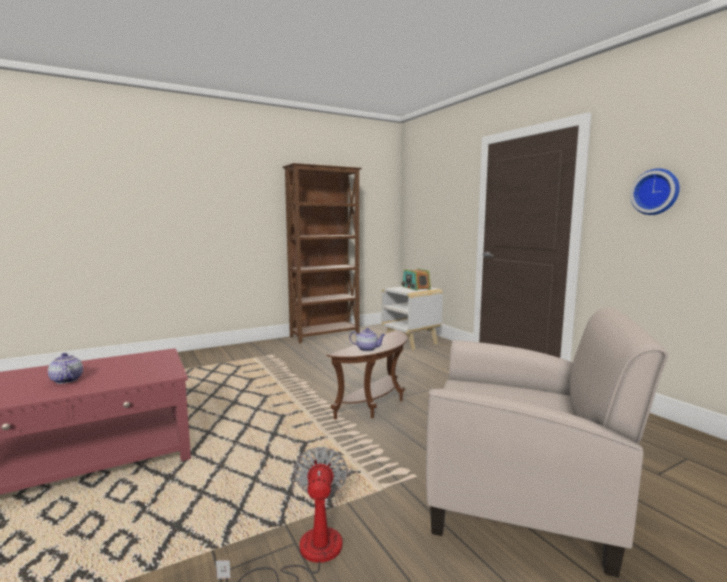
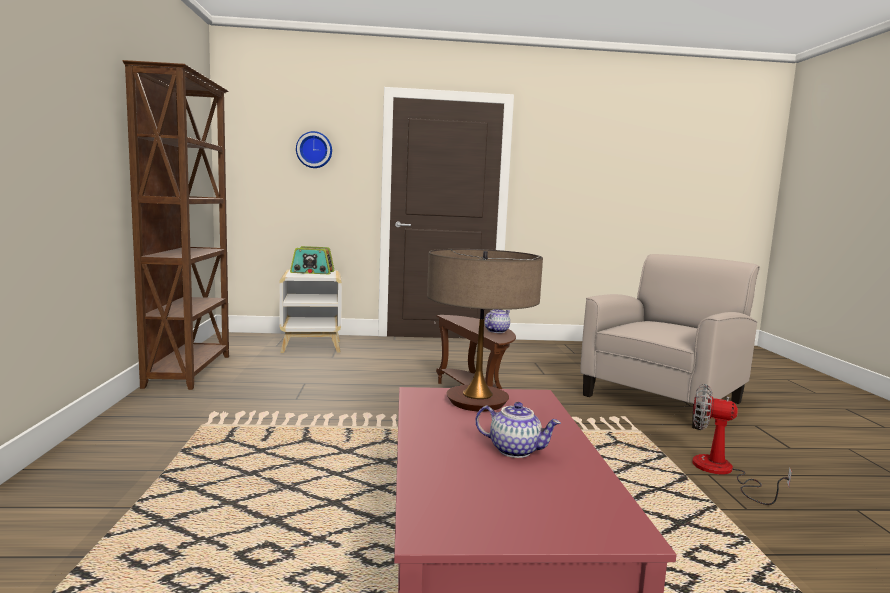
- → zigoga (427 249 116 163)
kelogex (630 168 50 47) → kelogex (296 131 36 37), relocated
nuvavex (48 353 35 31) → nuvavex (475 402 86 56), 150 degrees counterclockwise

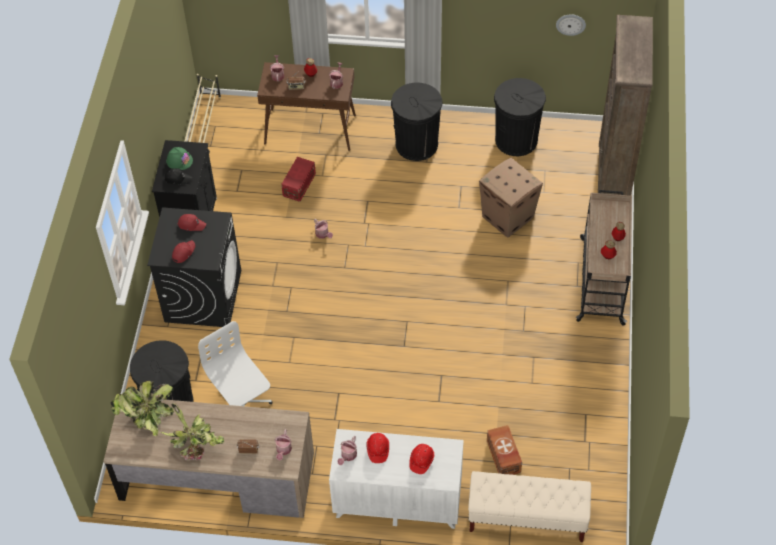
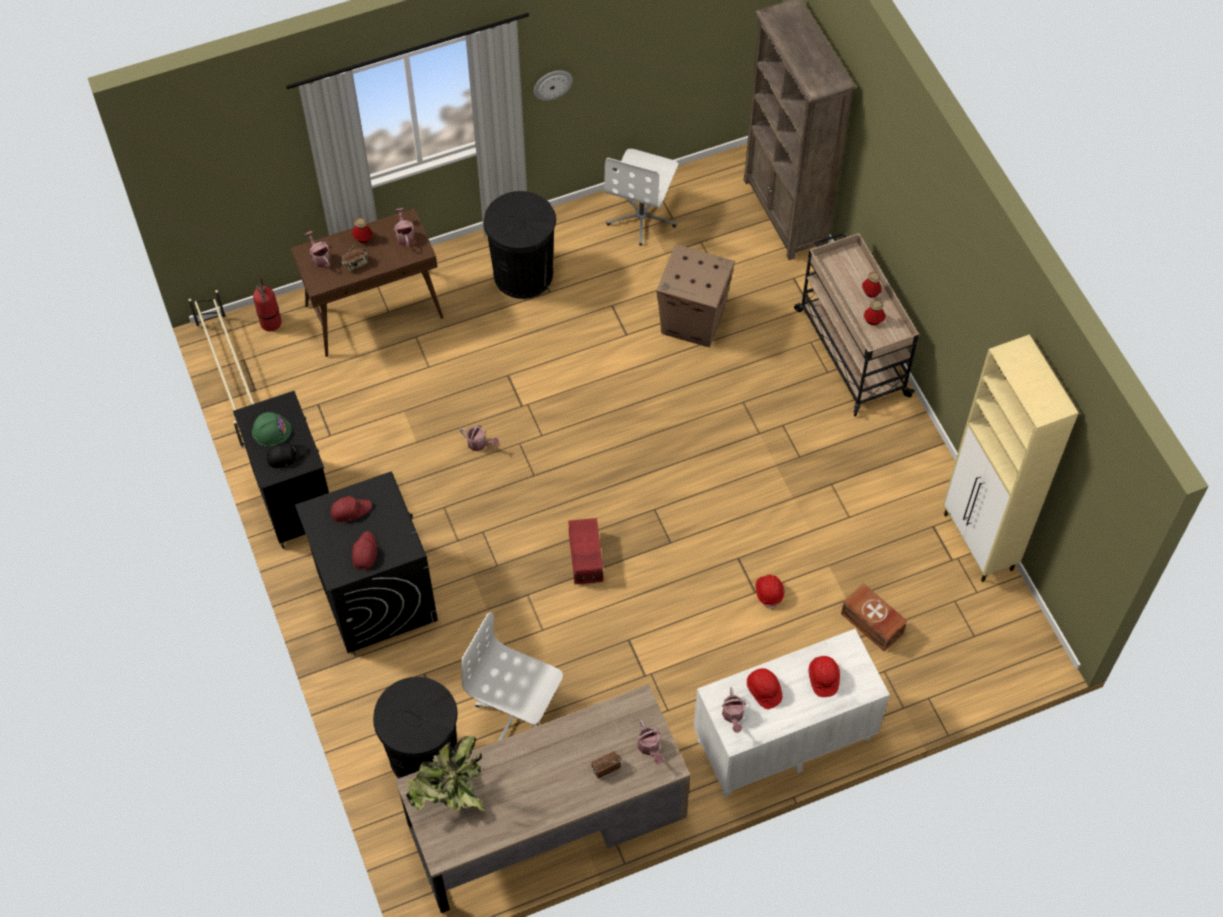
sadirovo (161 403 63 58) → -
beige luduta (468 471 123 71) → -
- → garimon (253 278 28 53)
- → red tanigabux (756 575 28 34)
- → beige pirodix (943 334 135 248)
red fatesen (281 157 35 45) → red fatesen (568 518 35 66), relocated
kelogex (556 14 30 22) → kelogex (534 71 39 30), relocated
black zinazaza (494 78 52 78) → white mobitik (604 149 74 97)

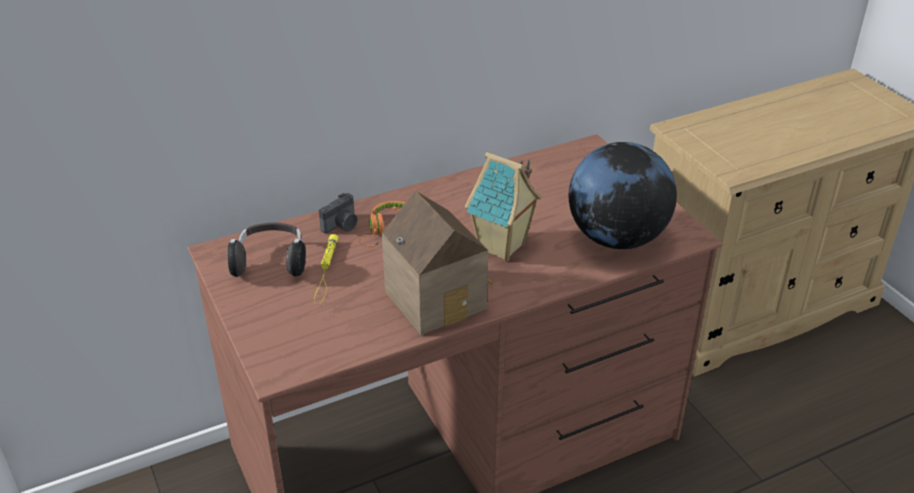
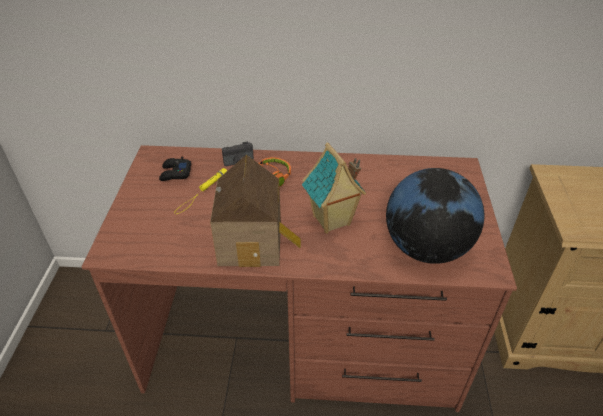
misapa (227 222 79 55) → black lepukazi (159 157 32 24)

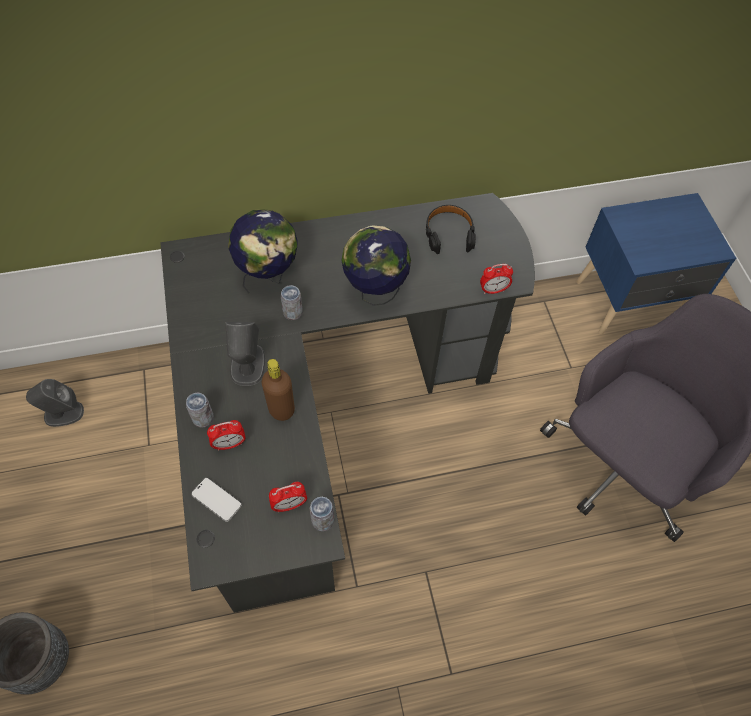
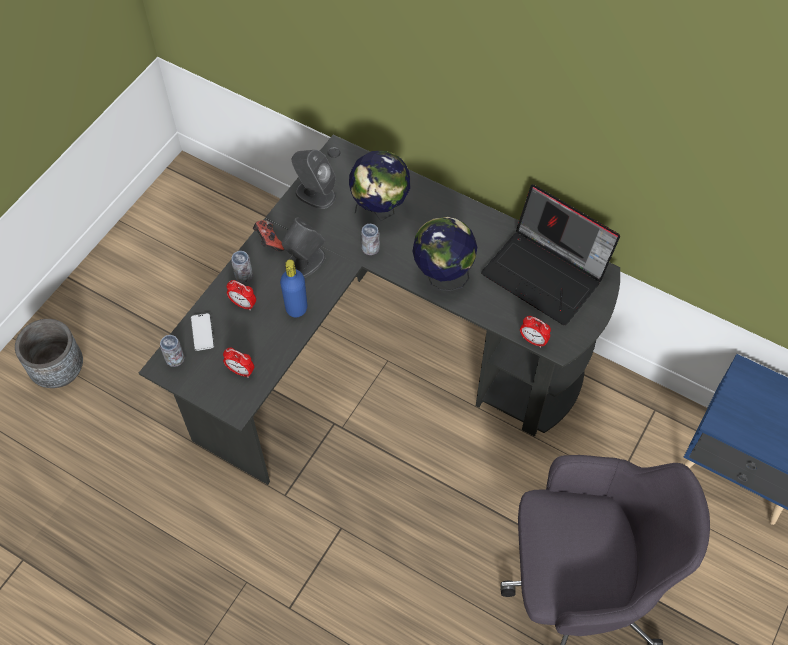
- → lepukazi (253 220 31 31)
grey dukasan (26 379 58 48) → grey dukasan (292 150 44 59), relocated
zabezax (310 497 25 34) → zabezax (160 335 25 32), relocated
black misapa (426 205 50 49) → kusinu (481 185 139 140)
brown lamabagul (262 359 33 62) → blue lamabagul (280 259 27 58)

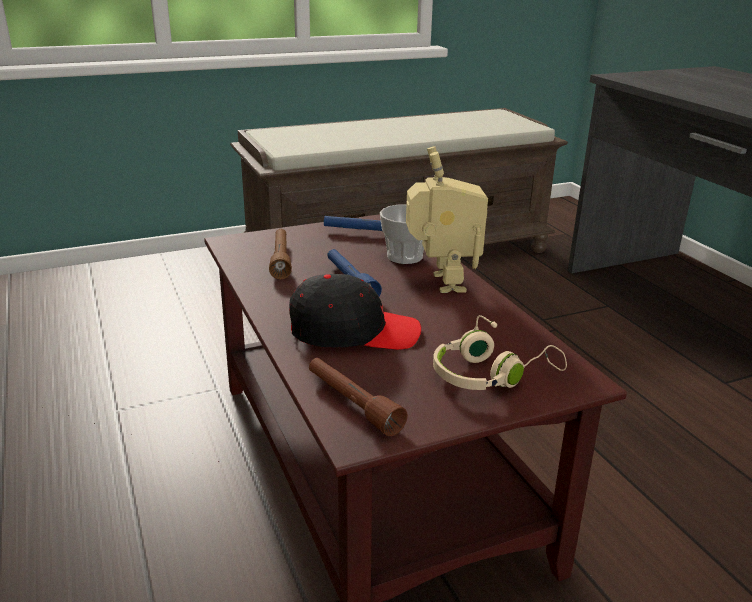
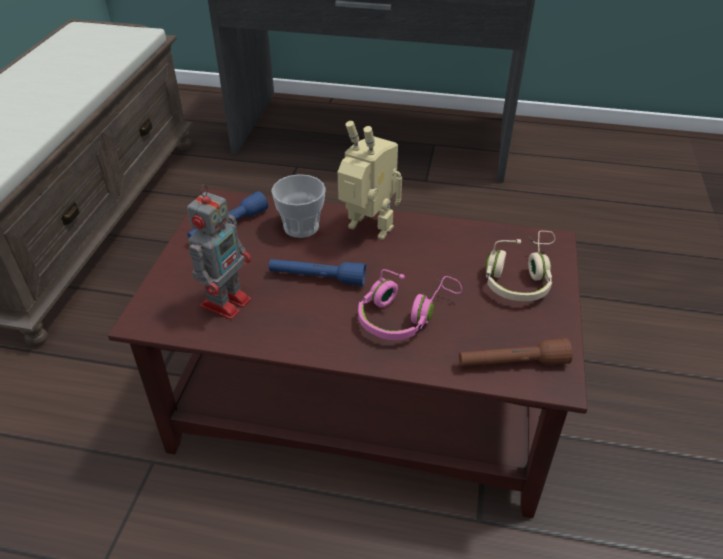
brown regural (269 229 23 50) → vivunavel (187 184 64 136)
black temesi (289 274 132 76) → pink misapa (358 269 104 71)

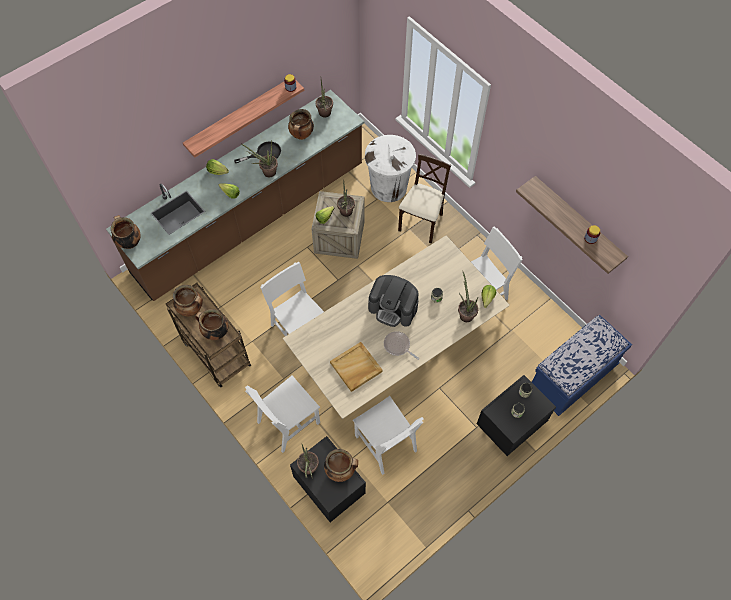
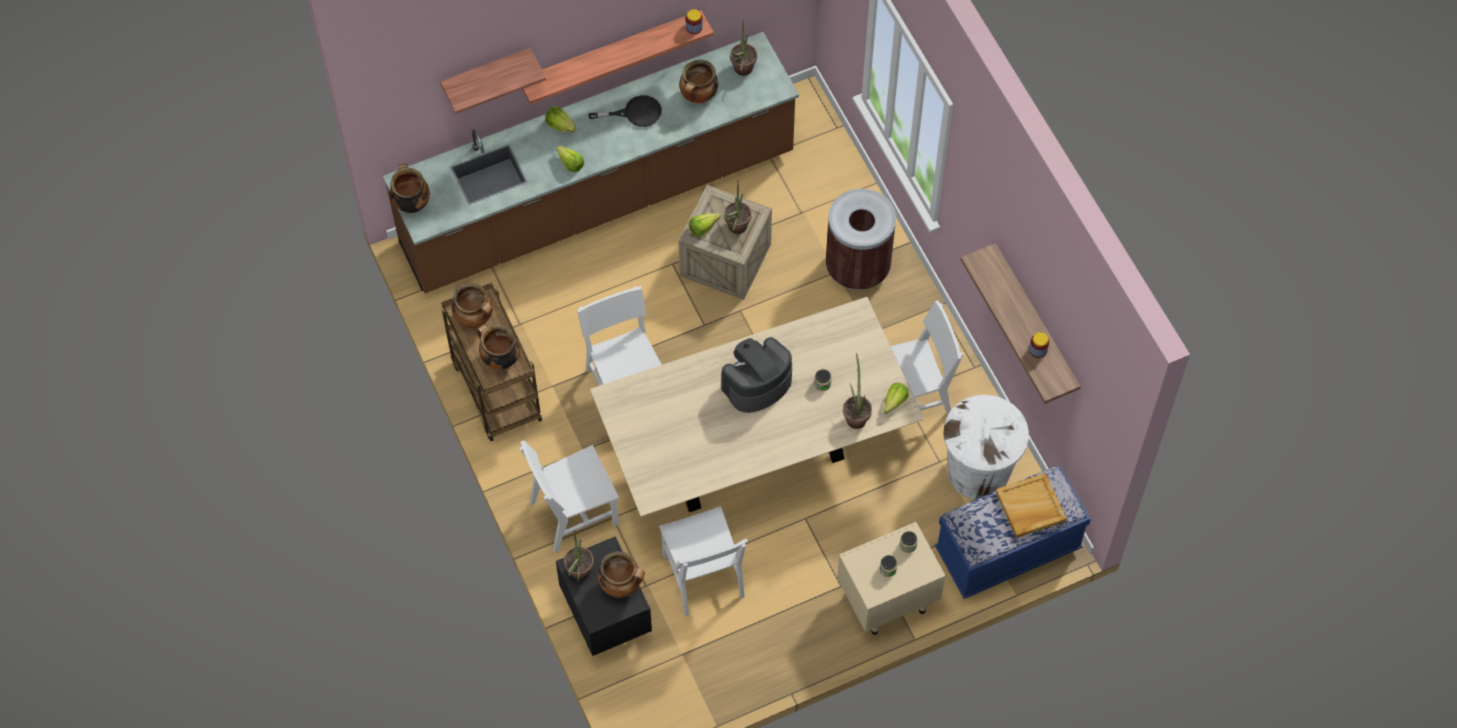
sadirovo (242 141 36 36) → -
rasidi (384 331 35 29) → -
- → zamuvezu (440 48 106 66)
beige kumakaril (330 342 52 50) → beige kumakaril (996 473 71 65), relocated
white zinazaza (365 135 51 67) → white zinazaza (943 395 86 105), relocated
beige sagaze (398 154 53 89) → brown zinazaza (826 189 70 101)
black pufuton (477 375 79 81) → beige pufuton (837 522 109 113)
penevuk (368 275 51 52) → penevuk (721 337 71 76), 105 degrees clockwise

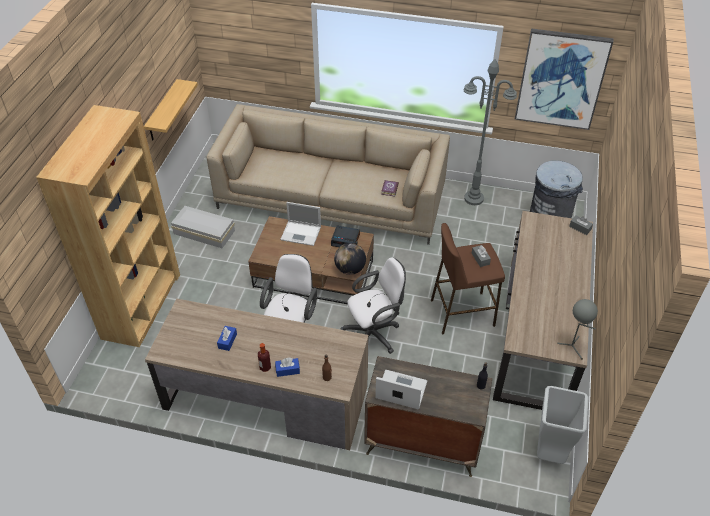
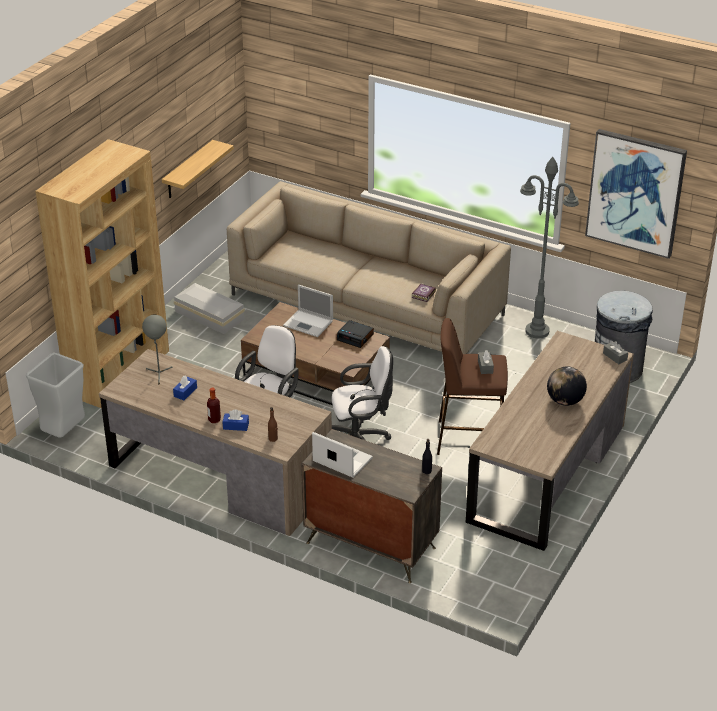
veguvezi (334 243 32 32) → veguvezi (547 366 40 40), relocated
grey zinazaza (537 386 51 78) → grey zinazaza (26 353 59 85), relocated
grey zigoga (557 299 41 61) → grey zigoga (142 315 31 69), relocated

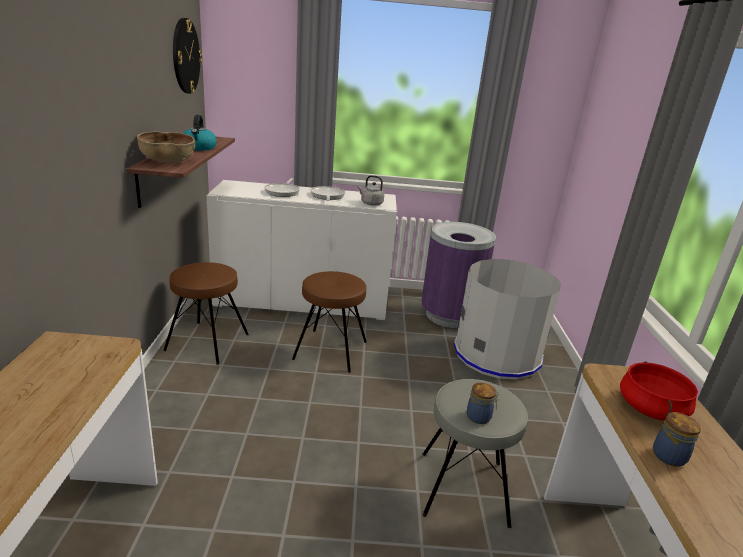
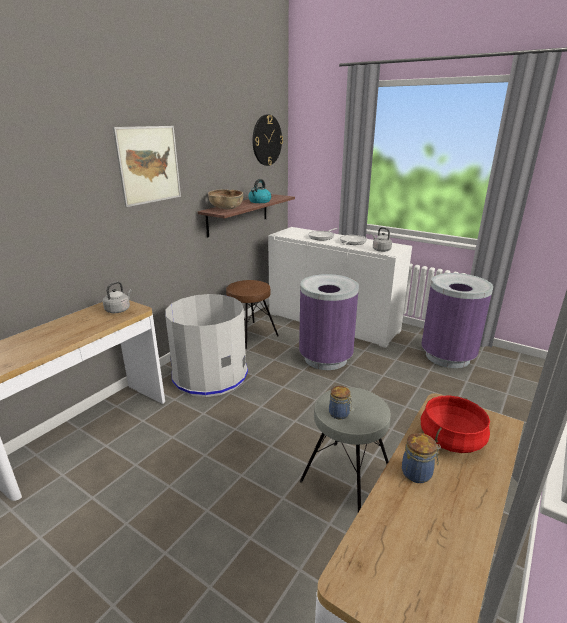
- → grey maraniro (103 281 29 32)
- → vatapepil (113 126 68 81)
grey zinazaza (454 259 107 121) → grey zinazaza (165 294 83 103), relocated
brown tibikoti (292 271 75 102) → purple zinazaza (299 274 60 96)

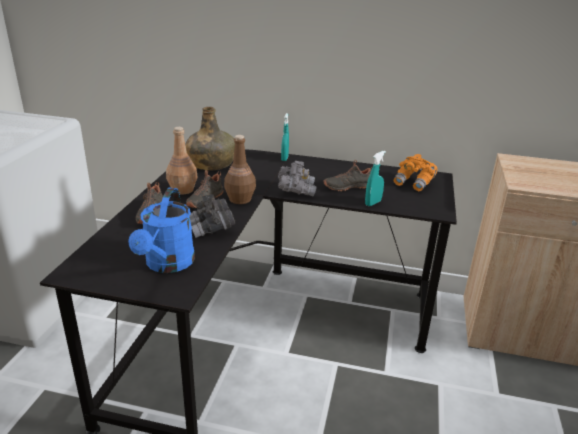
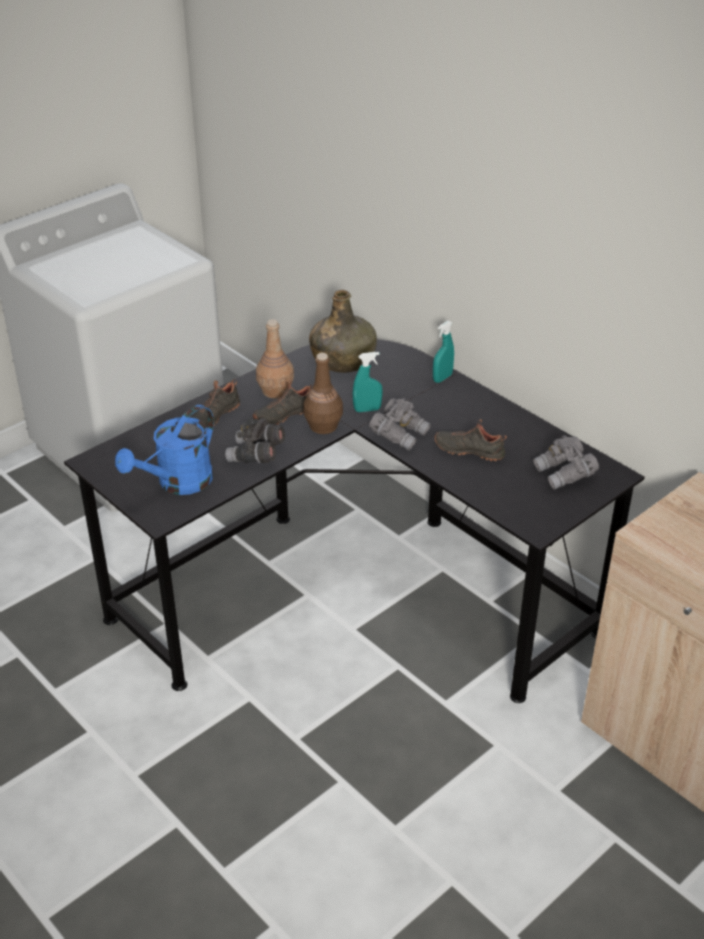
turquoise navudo (365 151 21 55) → turquoise navudo (353 352 30 60), relocated
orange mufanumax (393 154 45 37) → grey mufanumax (533 435 66 55)

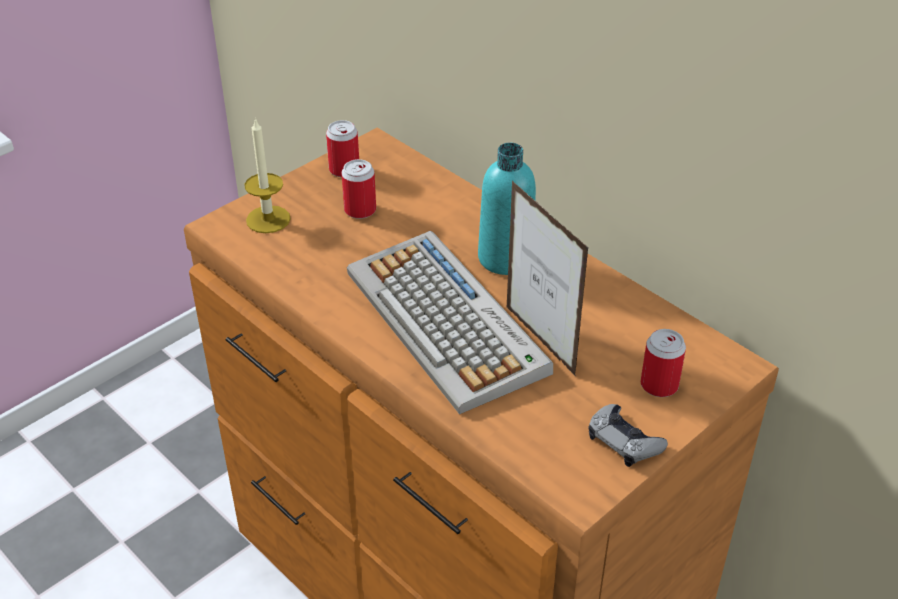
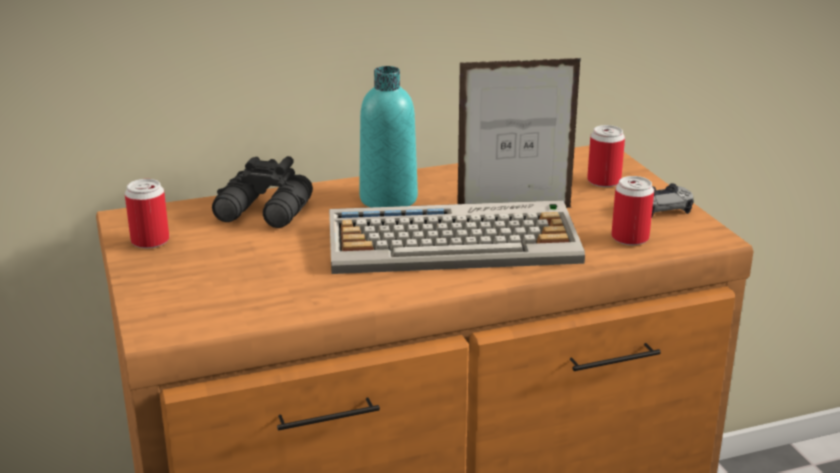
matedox (244 118 47 115) → -
- → black mufanumax (212 156 101 72)
zabezax (342 159 34 60) → zabezax (611 176 43 69), relocated

